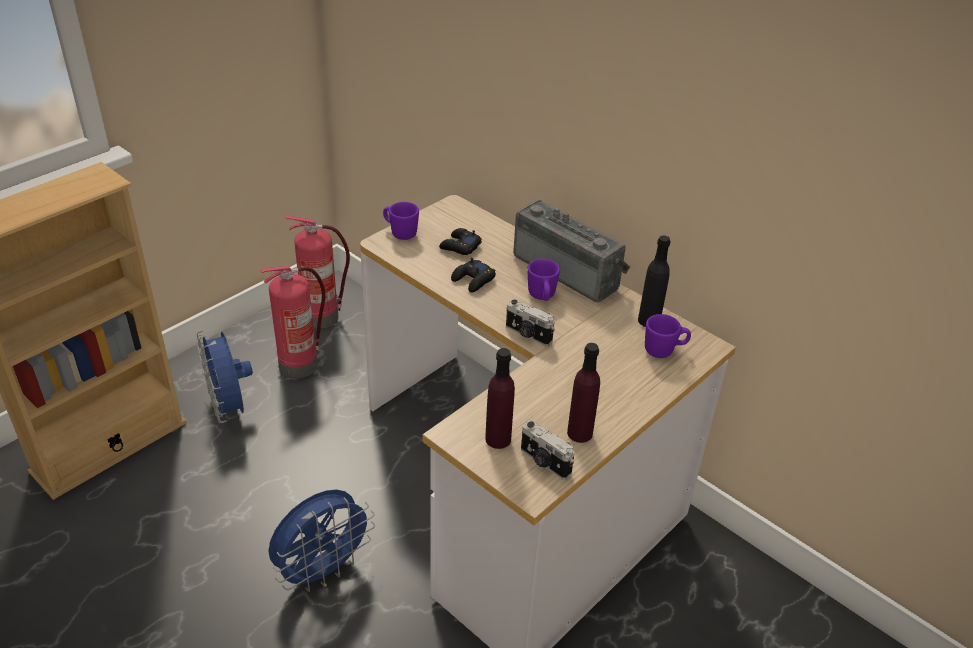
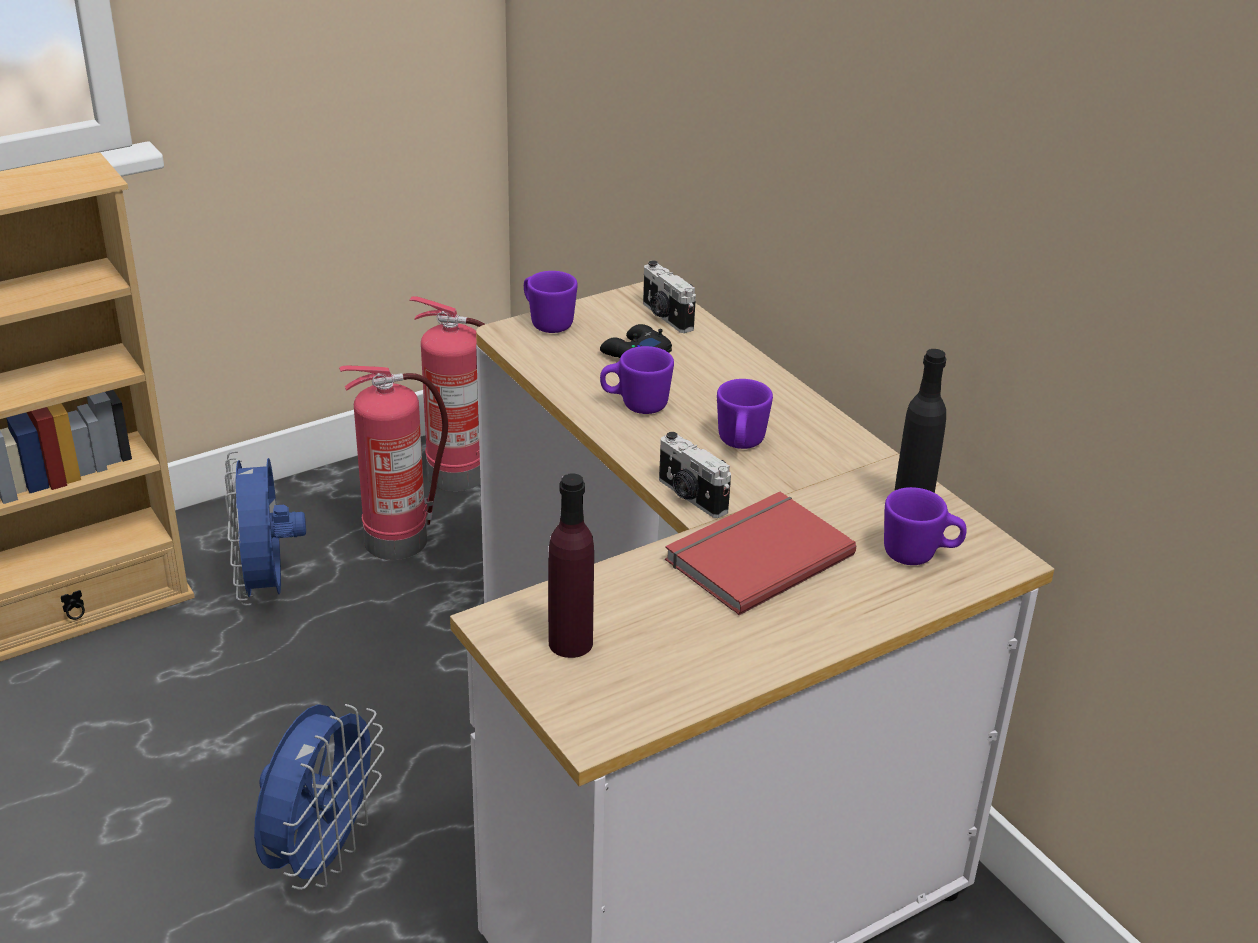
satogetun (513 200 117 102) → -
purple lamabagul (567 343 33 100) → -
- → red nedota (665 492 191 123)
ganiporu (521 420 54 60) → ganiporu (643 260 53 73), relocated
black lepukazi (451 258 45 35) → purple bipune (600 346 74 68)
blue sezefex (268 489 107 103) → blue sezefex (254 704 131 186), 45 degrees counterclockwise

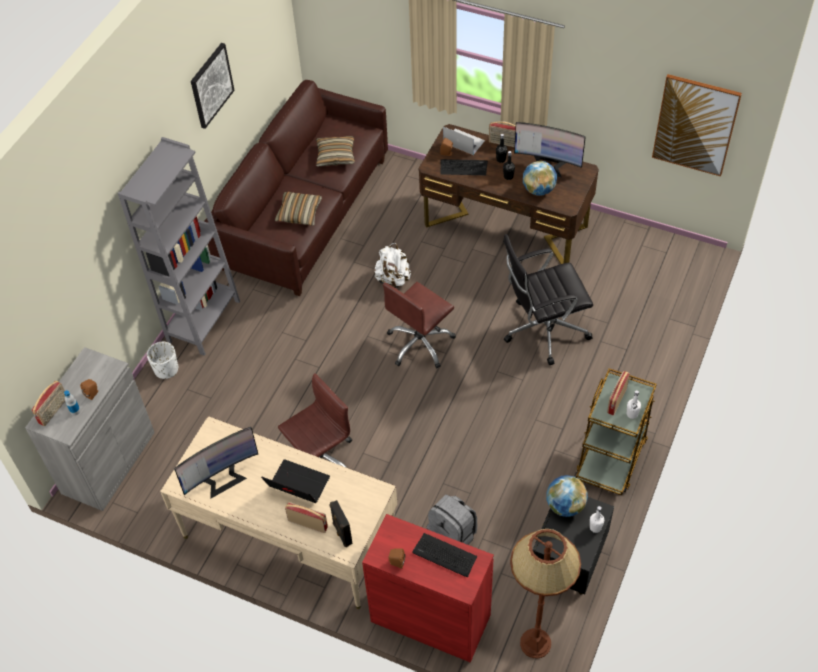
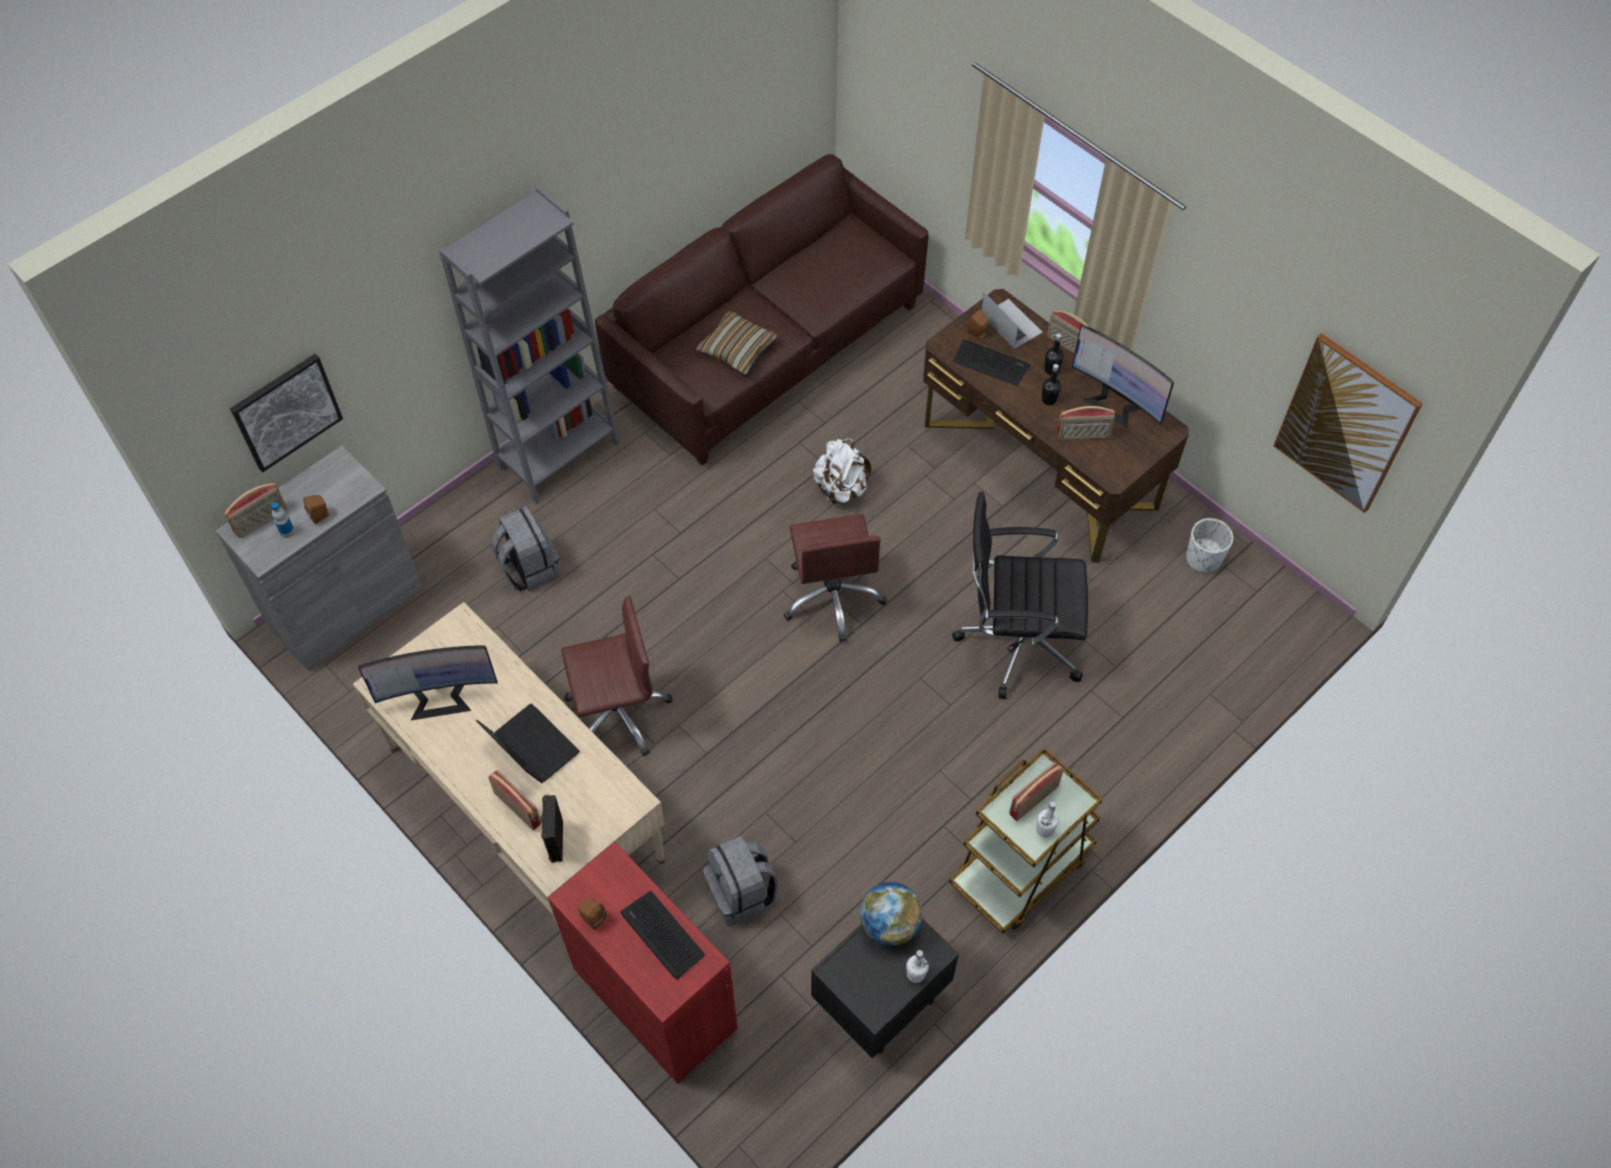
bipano (316 136 39 30) → -
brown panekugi (510 529 71 130) → -
- → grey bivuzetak (491 507 70 85)
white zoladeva (147 342 31 37) → white zoladeva (1186 518 47 55), relocated
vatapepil (191 43 43 86) → vatapepil (230 354 113 118), relocated
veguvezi (523 161 34 35) → satogetun (1057 406 58 34)
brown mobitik (383 282 73 86) → brown mobitik (784 514 103 128), 75 degrees counterclockwise

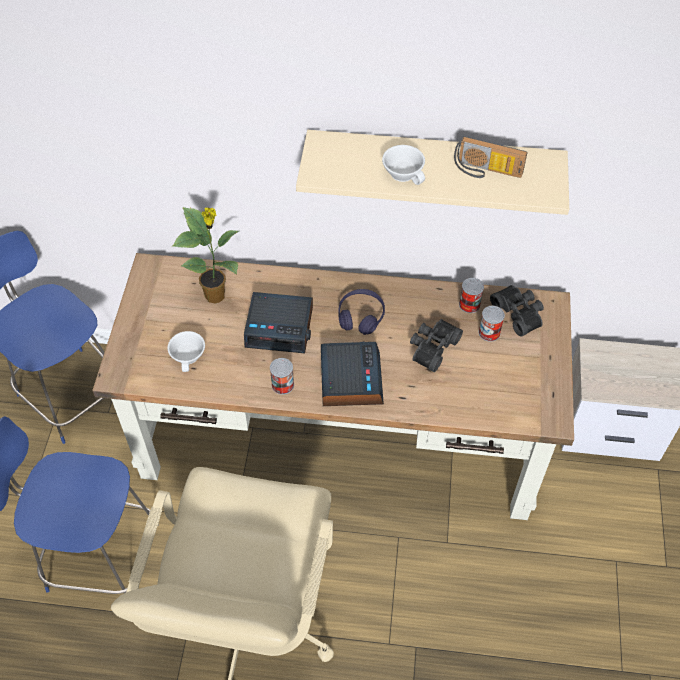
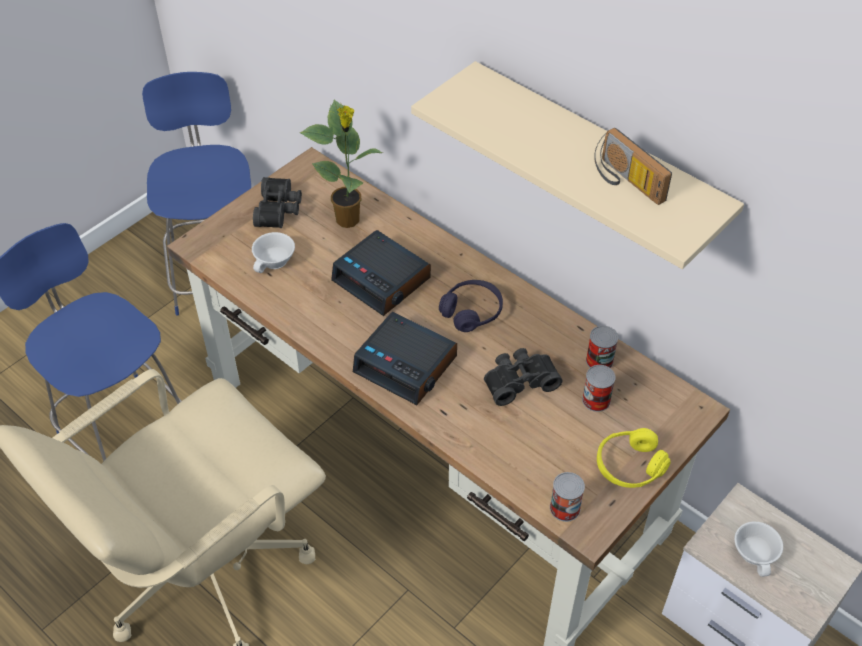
- → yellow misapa (597 428 73 60)
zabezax (270 358 24 37) → zabezax (550 472 35 50), relocated
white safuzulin (382 145 43 40) → white safuzulin (734 522 49 55), relocated
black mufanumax (490 285 54 52) → black mufanumax (253 177 49 51), relocated
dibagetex (321 342 63 64) → dibagetex (353 311 104 94), 90 degrees clockwise

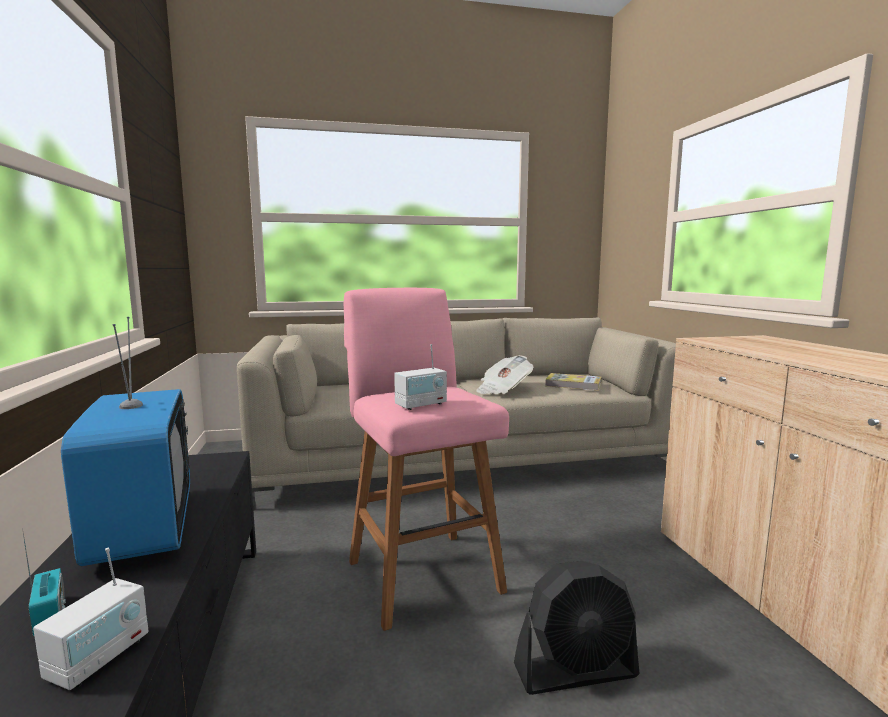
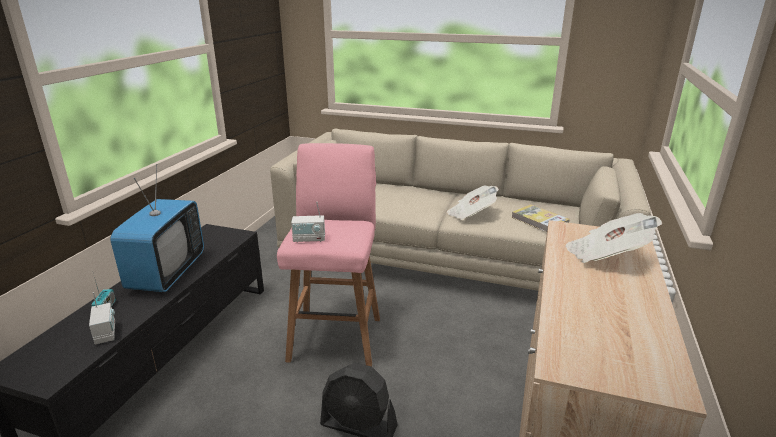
- → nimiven (565 213 97 50)
satogetun (33 548 115 142) → satogetun (89 292 26 52), 75 degrees counterclockwise

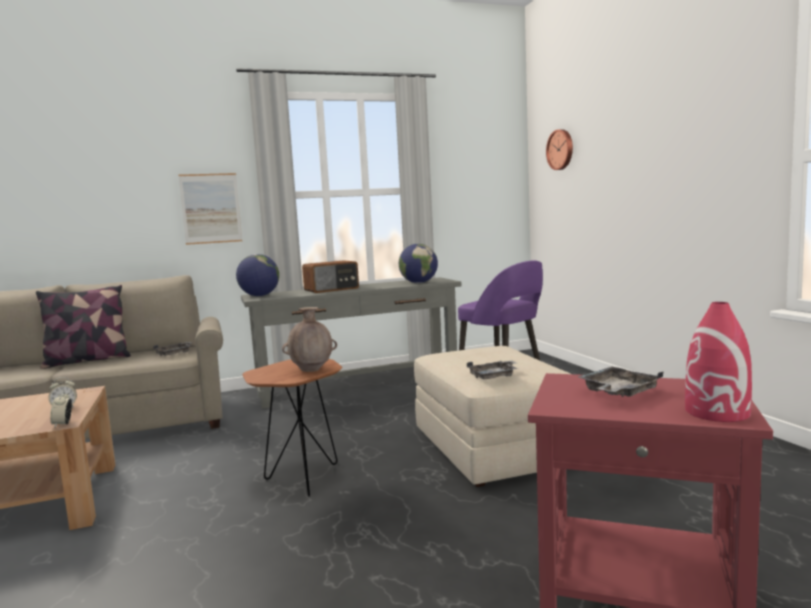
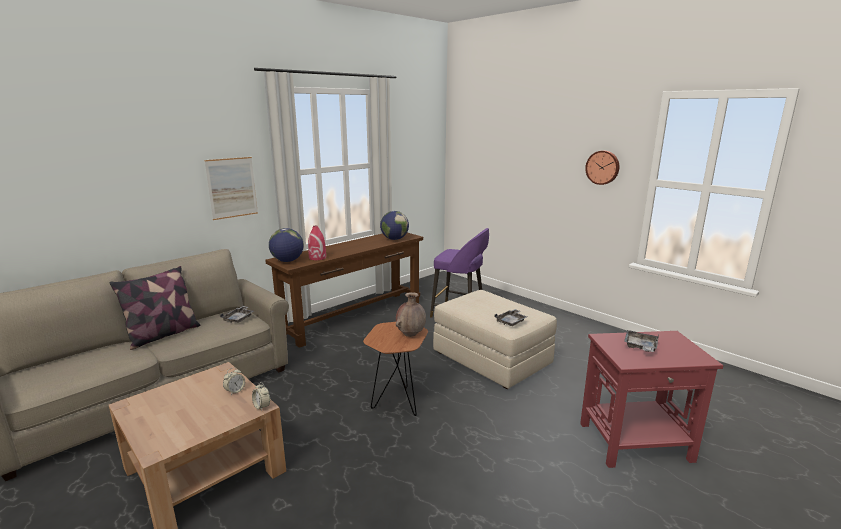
satogetun (302 260 57 33) → -
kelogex (546 129 27 41) → kelogex (585 151 34 34), relocated
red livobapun (685 302 67 120) → red livobapun (308 226 18 34), relocated
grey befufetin (241 277 220 132) → brown befufetin (265 233 158 115)

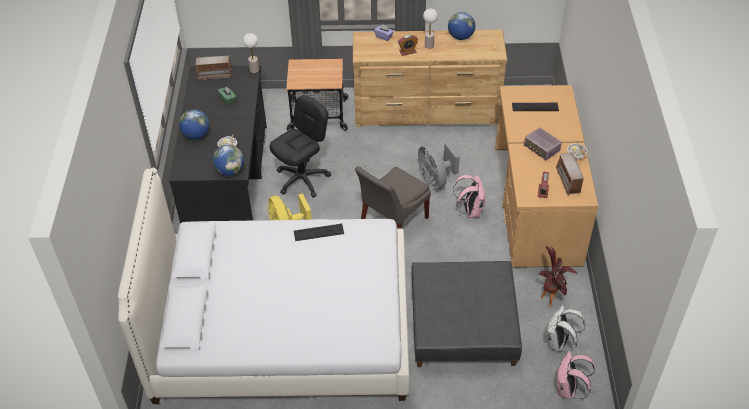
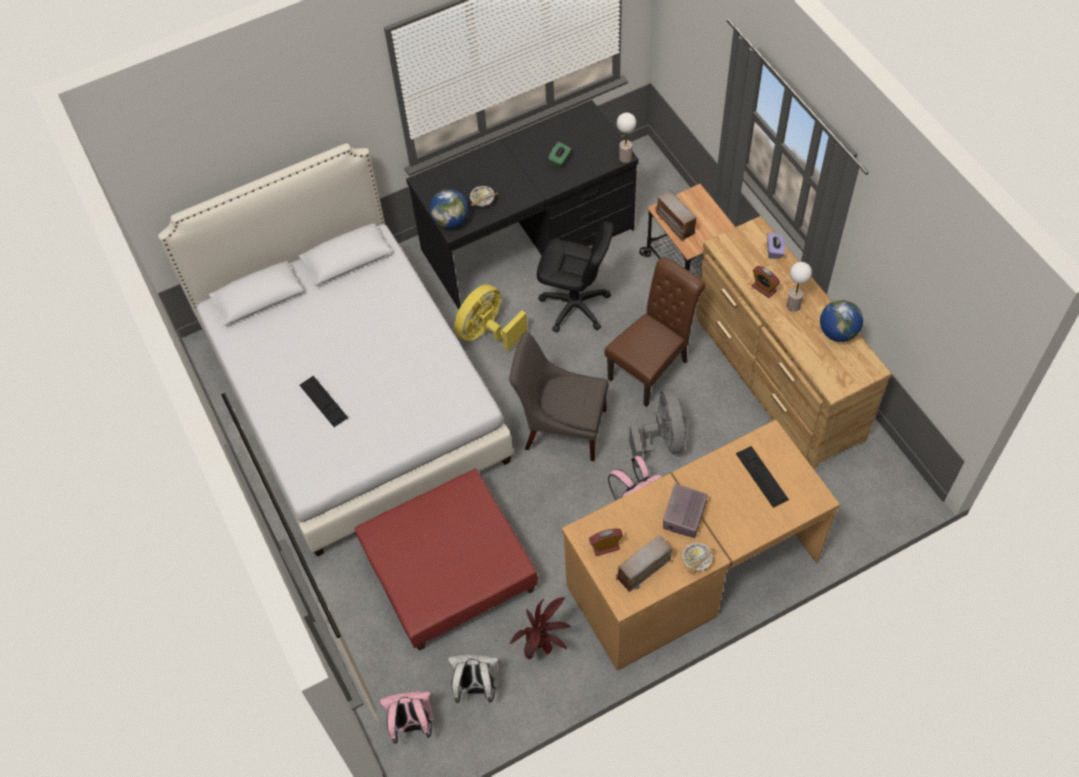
veguvezi (179 109 31 31) → -
- → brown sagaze (604 257 101 150)
satogetun (196 56 37 24) → satogetun (655 190 43 51), relocated
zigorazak (294 224 50 17) → zigorazak (300 376 48 51), relocated
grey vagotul (411 261 111 106) → red vagotul (355 469 183 182)
grey sezefex (418 142 42 47) → grey sezefex (629 389 58 79), 135 degrees clockwise

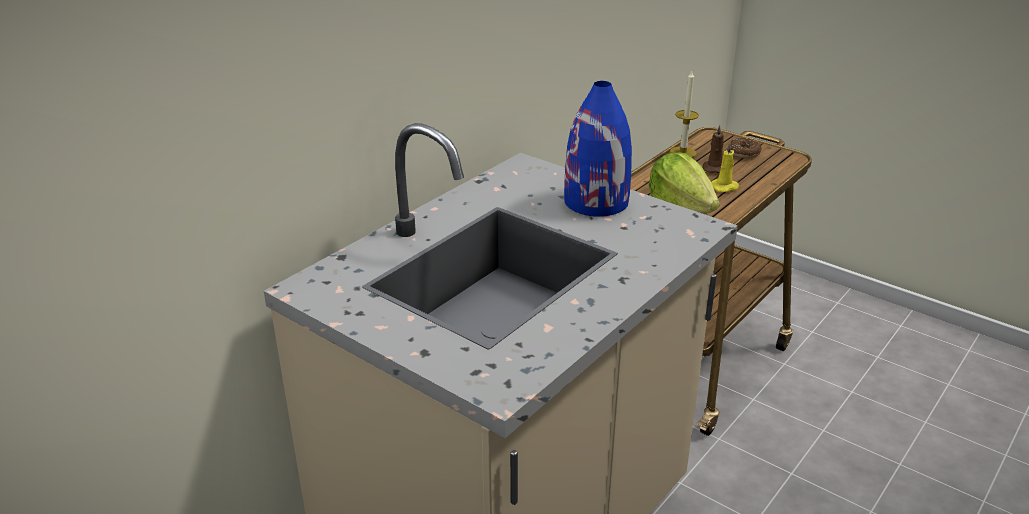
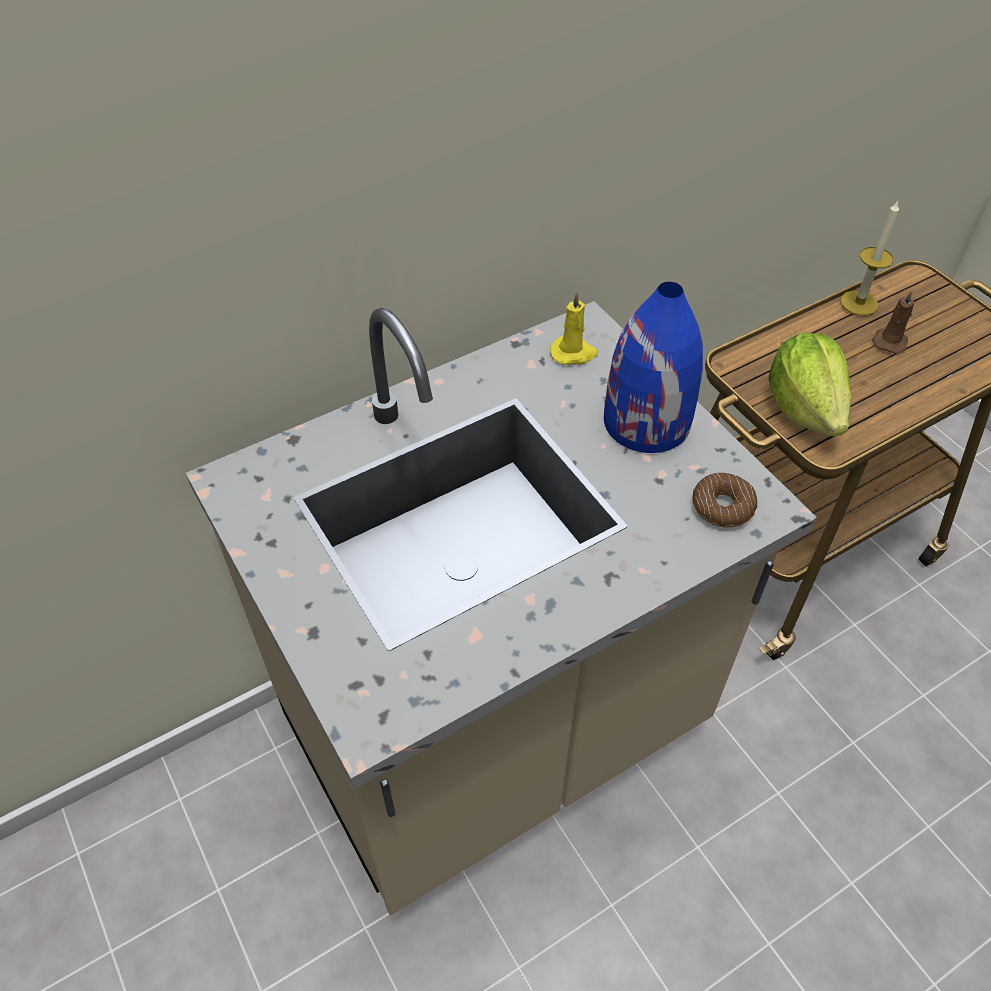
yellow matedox (712 142 27 50) → yellow matedox (550 292 48 73), relocated
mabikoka (728 138 34 21) → mabikoka (693 473 64 55), relocated

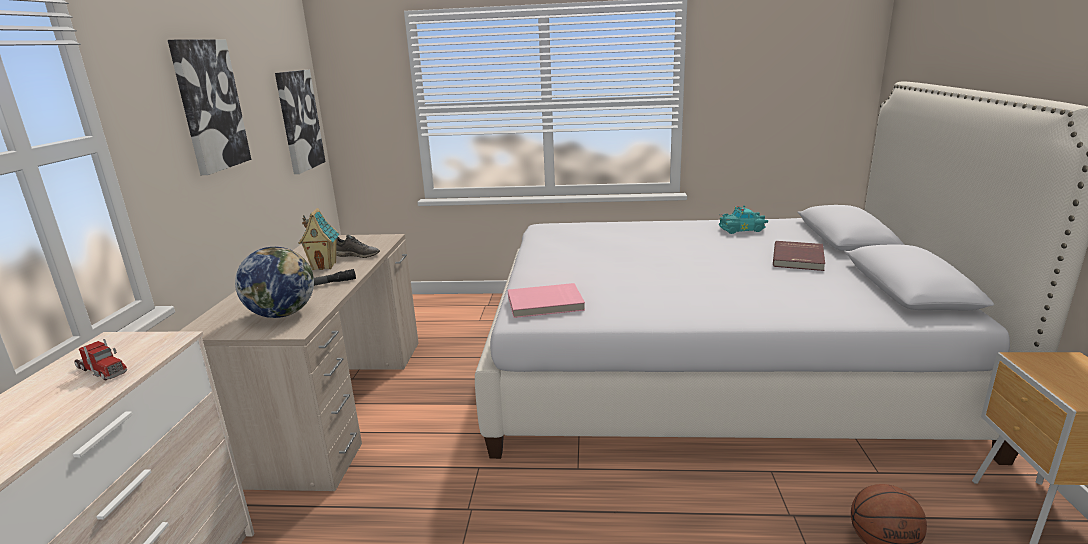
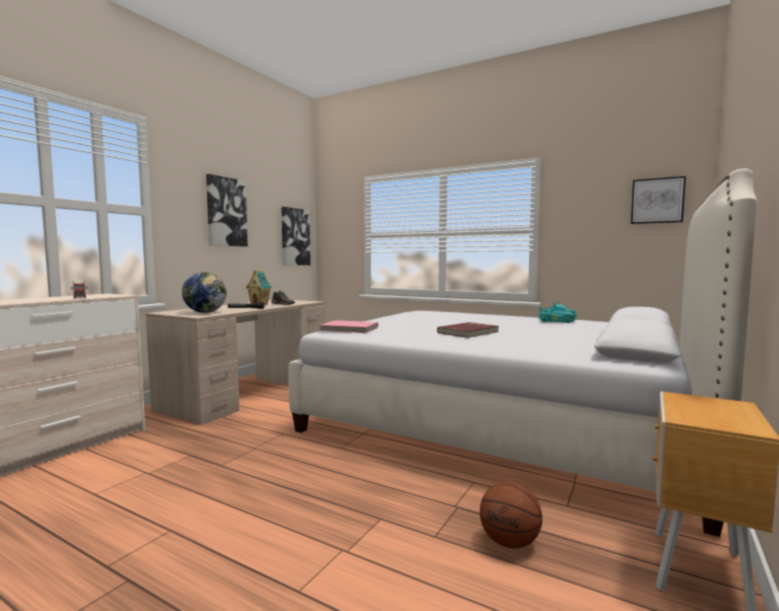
- → vatapepil (631 176 55 48)
red nedota (773 241 52 30) → red nedota (437 322 62 16), relocated

